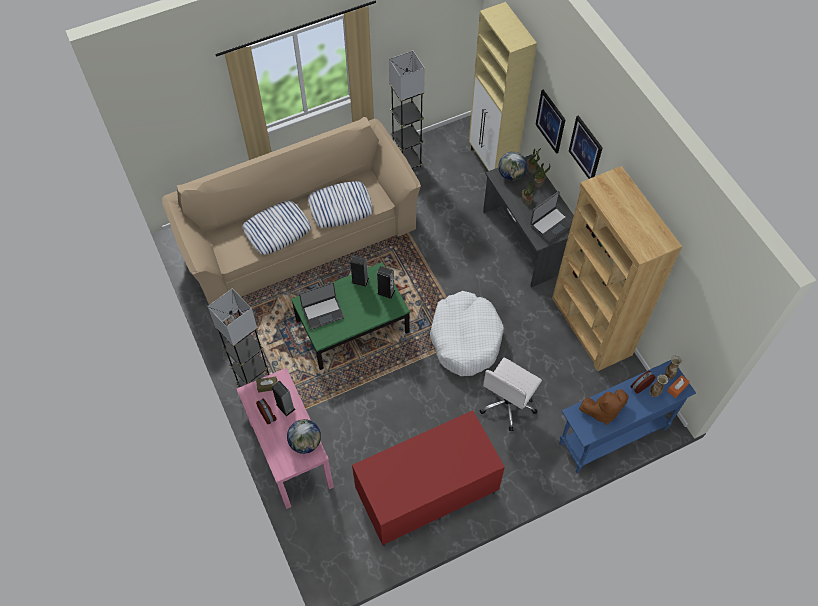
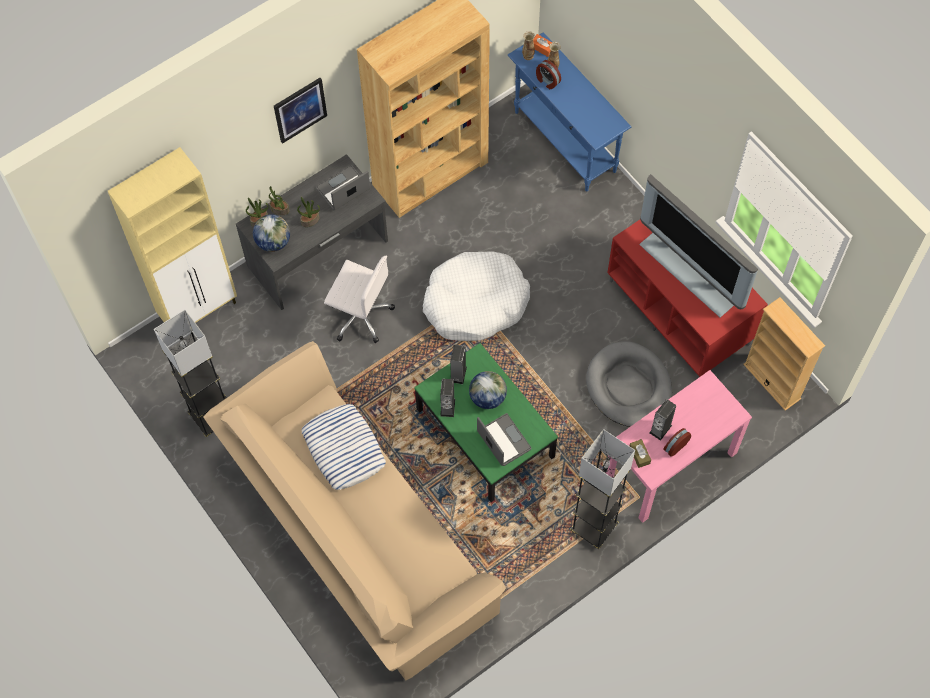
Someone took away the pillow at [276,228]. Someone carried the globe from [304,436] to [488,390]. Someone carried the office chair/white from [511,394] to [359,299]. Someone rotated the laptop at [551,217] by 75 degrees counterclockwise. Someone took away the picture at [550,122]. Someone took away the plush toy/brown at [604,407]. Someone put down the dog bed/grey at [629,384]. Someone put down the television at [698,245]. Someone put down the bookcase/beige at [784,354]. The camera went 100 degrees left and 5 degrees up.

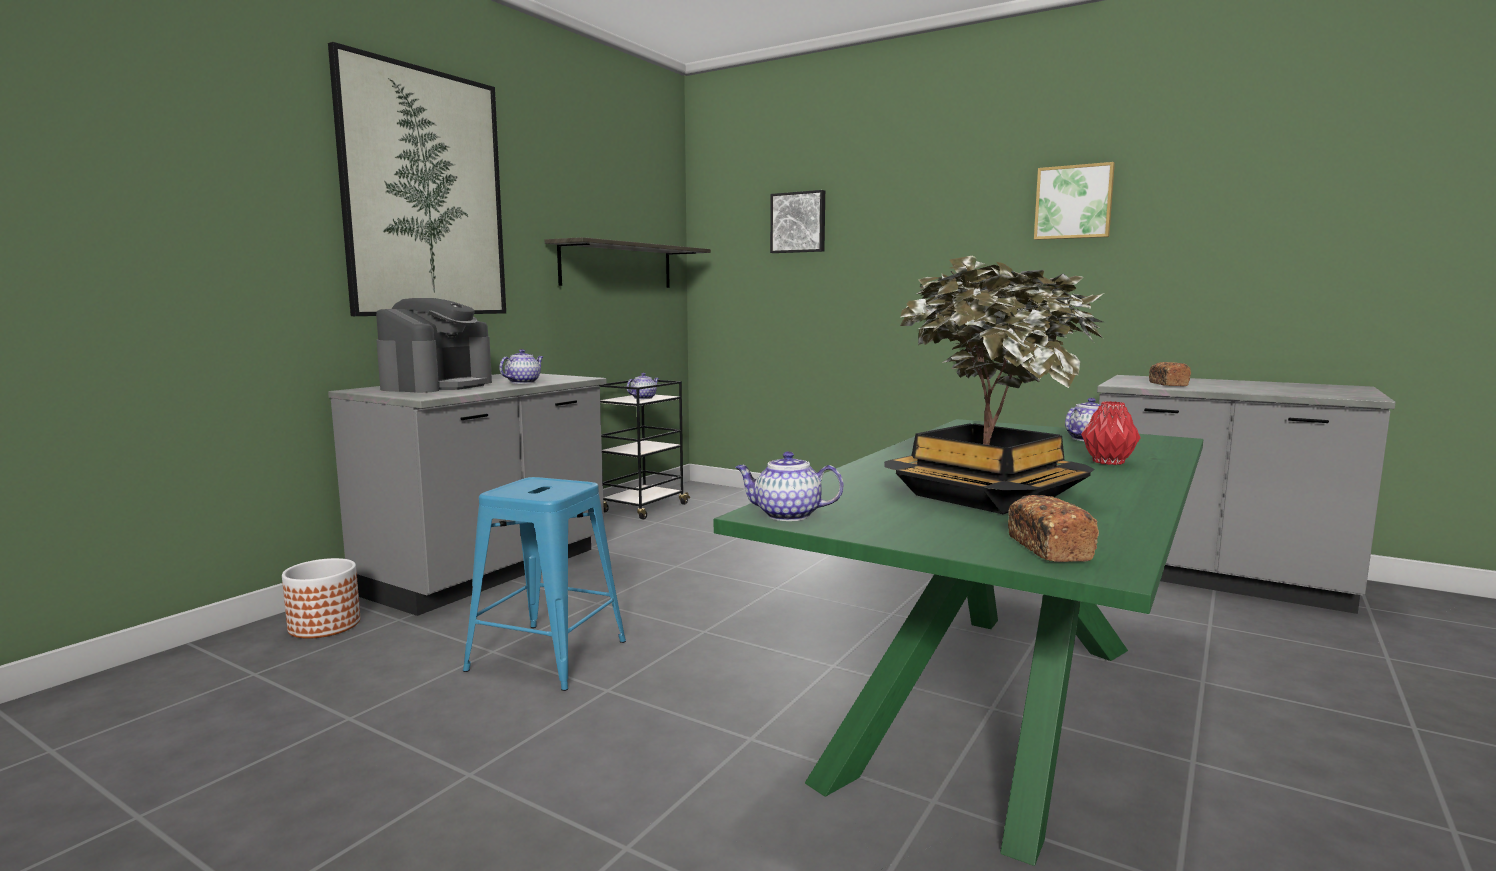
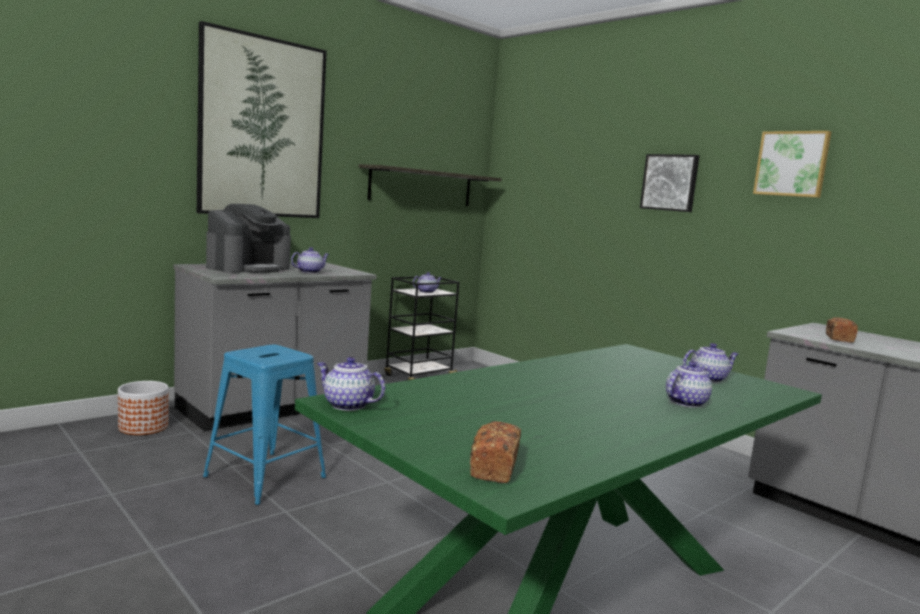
Someone carried the picture from [797,221] to [669,183]. Someone took away the potted plant at [994,385]. Someone swapped the vase/red at [1111,433] for the teapot at [689,384]. The camera went 15 degrees right and 0 degrees up.

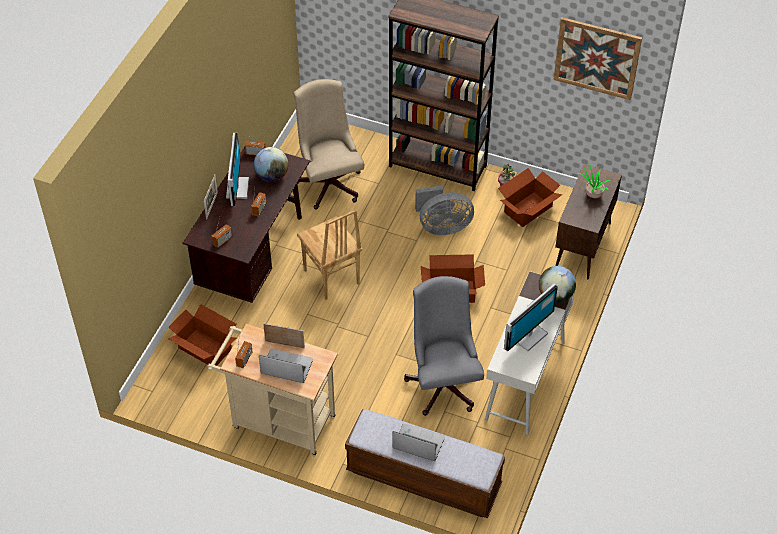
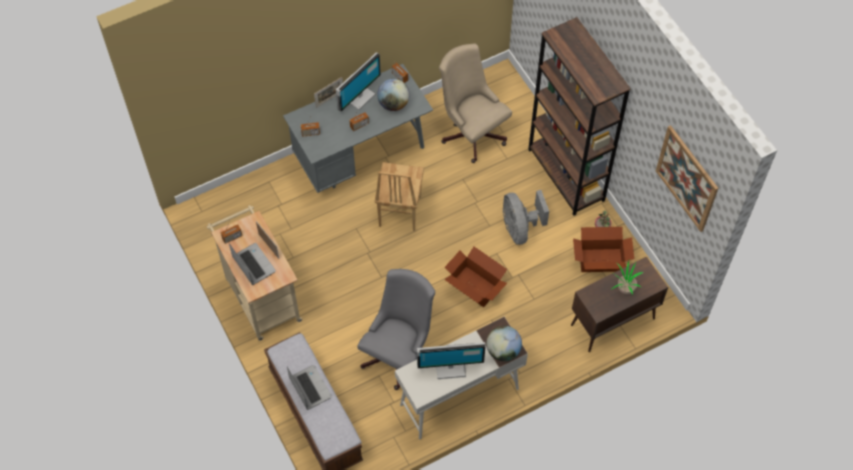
Someone took away the cardboard box at [202,335]. Someone repainted the desk/brown at [246,225], which became the desk/grey at [358,128]. Someone rotated the office chair/beige at [329,144] by 60 degrees counterclockwise. Someone rotated the fan/grey at [444,210] by 45 degrees clockwise. The camera went 40 degrees right and 10 degrees up.

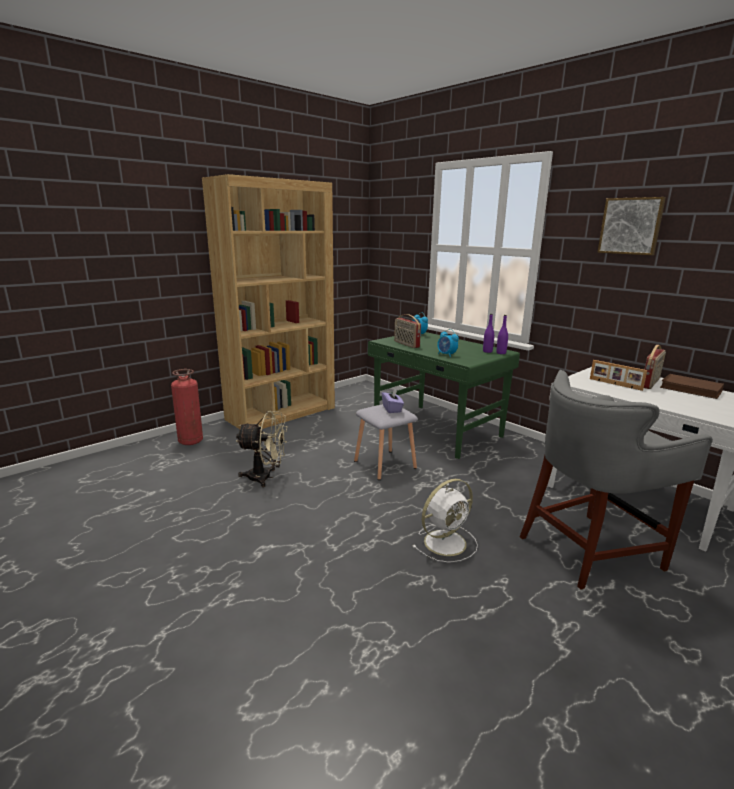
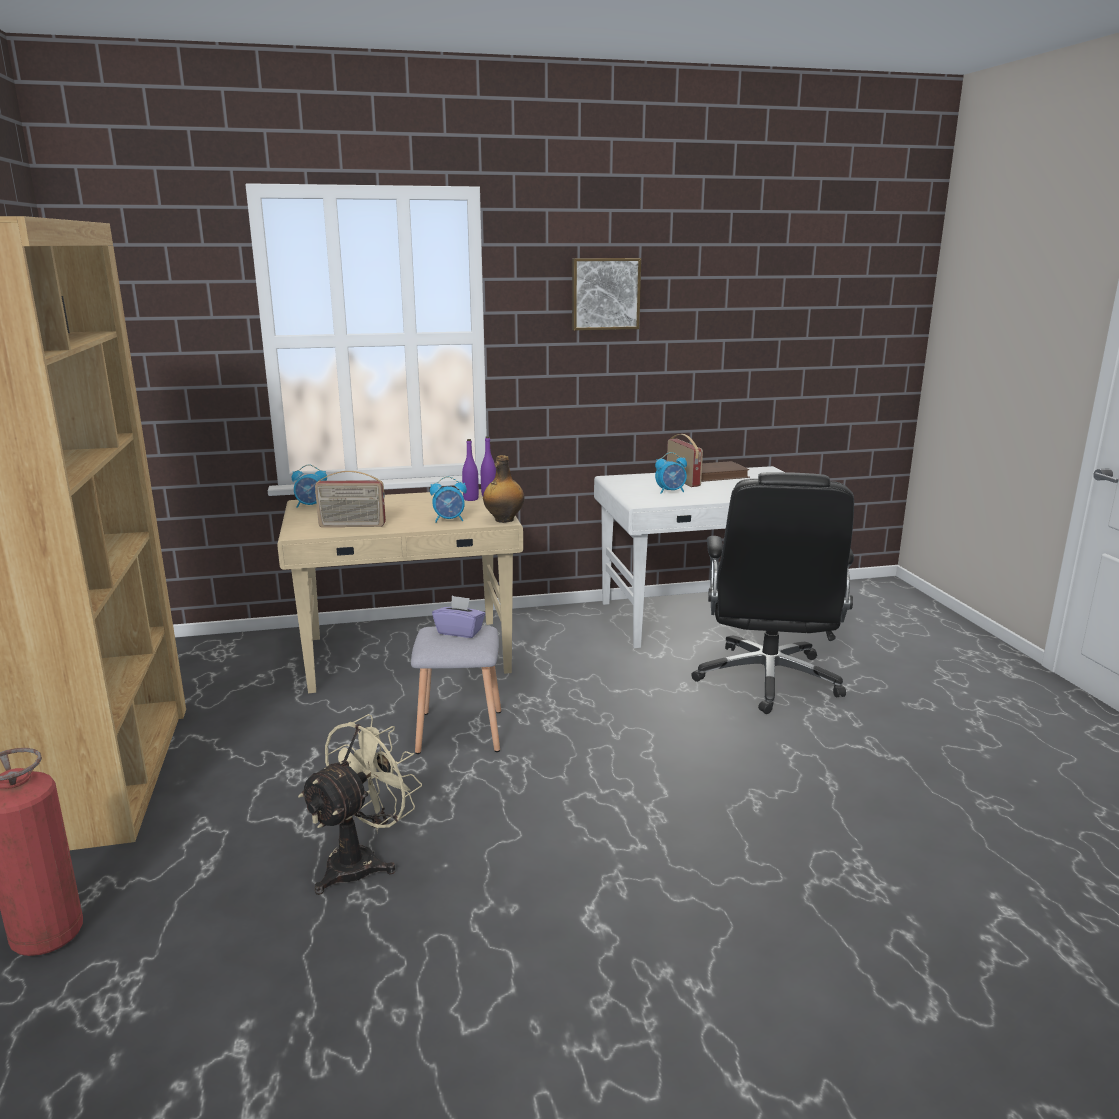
Someone repainted the desk/green at [444,395], which became the desk/beige at [400,591]. Someone took away the fan/white at [445,521]. Someone swapped the stool/grey at [616,480] for the office chair/black at [772,593]. Someone swapped the picture frame at [618,375] for the alarm clock at [671,473]. Someone put down the bottle at [503,489]. The camera went 60 degrees left and 0 degrees up.

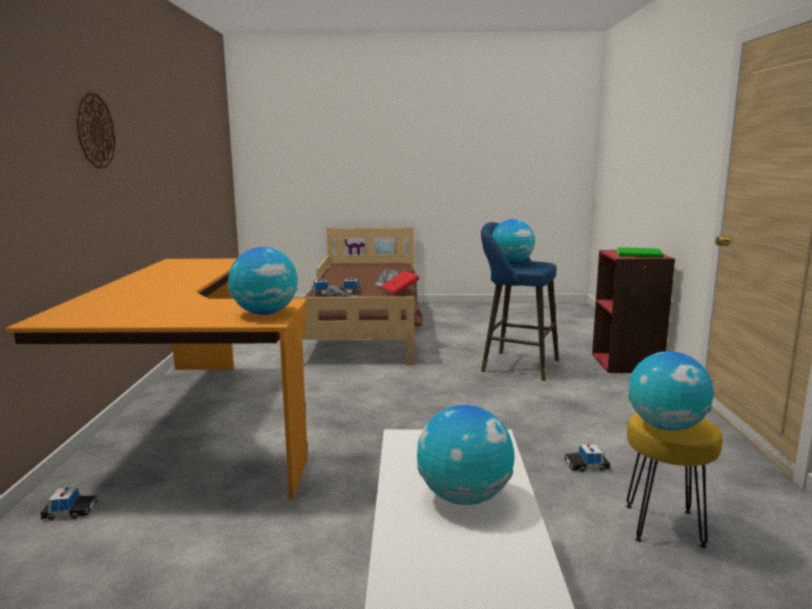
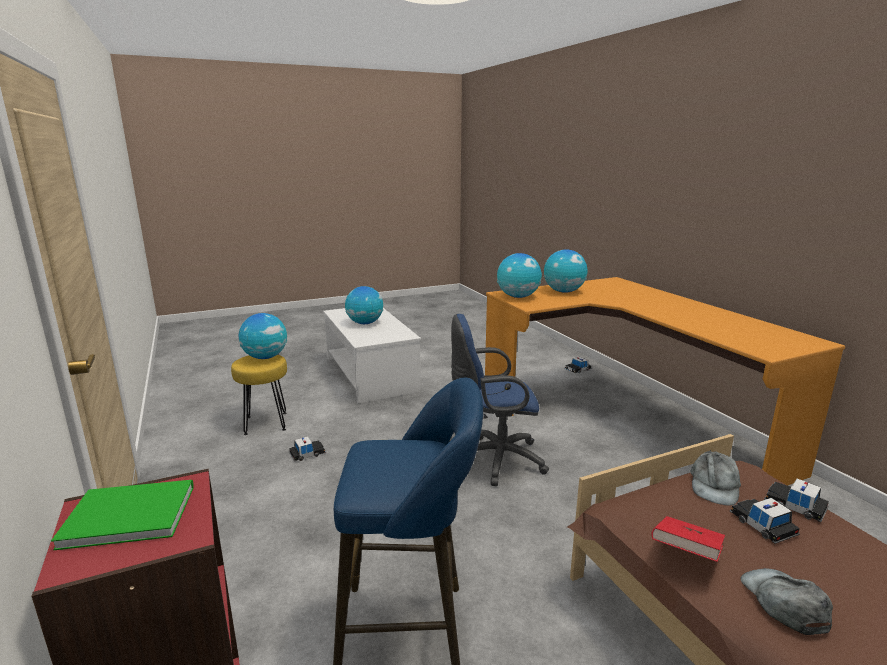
Someone took away the wall clock at [96,130]. Someone carried the globe from [513,241] to [566,271]. Someone put down the office chair/blue at [500,400]. The camera went 155 degrees right and 5 degrees up.

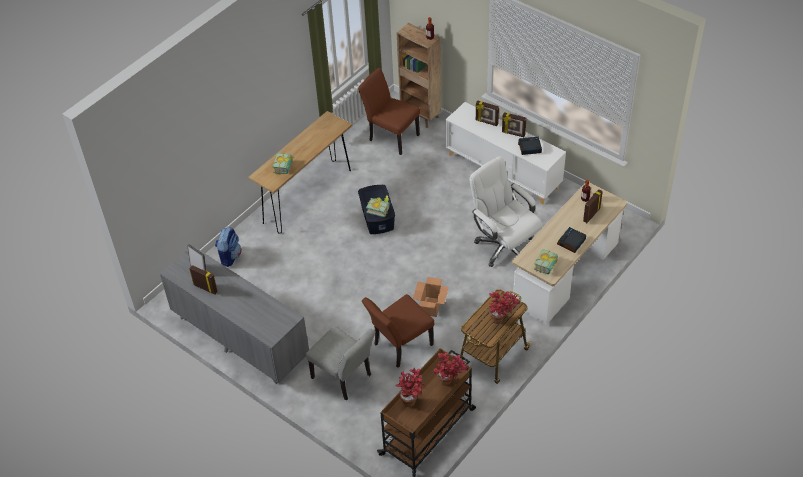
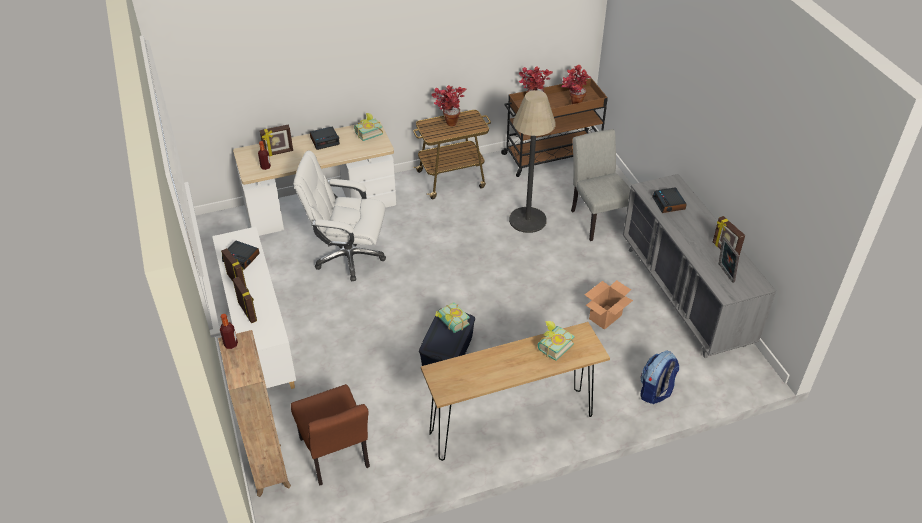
Someone swapped the chair/brown at [398,331] for the floor lamp at [532,161]. Someone carried the cardboard box from [431,297] to [609,305]. Someone rotated the office chair/white at [505,211] by 105 degrees clockwise. Someone put down the alarm clock at [669,200]. The camera went 150 degrees left and 5 degrees down.

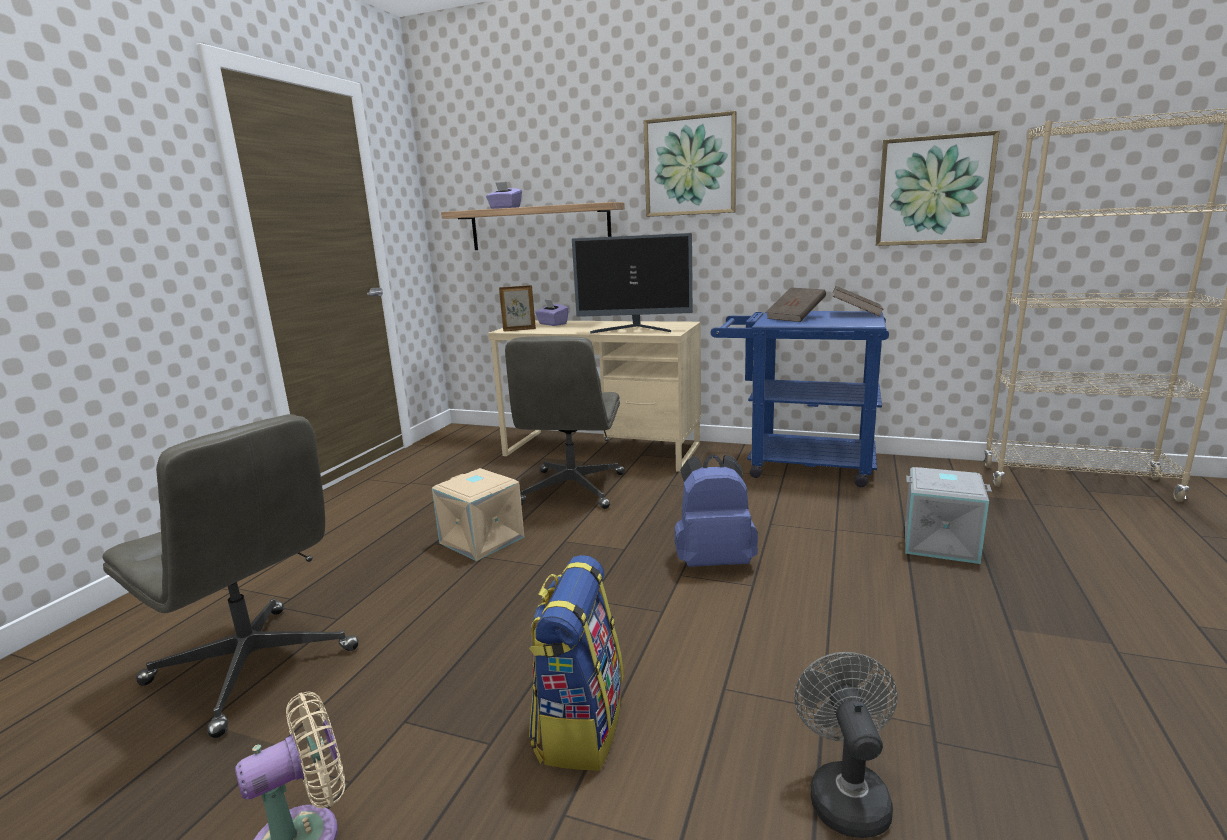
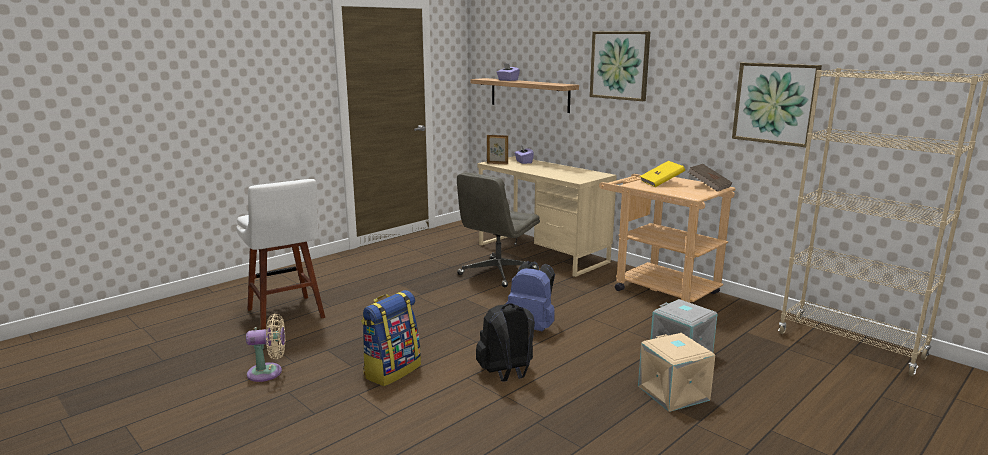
Someone swapped the office chair/grey at [231,576] for the stool/white at [280,254]. Someone carried the storage box/beige from [478,514] to [676,372]. Someone took away the monitor at [632,283]. Someone repainted the cart/blue at [800,399], which became the cart/beige at [667,238]. Someone repainted the book/brown at [796,305], which became the book/yellow at [662,174]. Someone took away the fan/grey at [846,745]. Someone put down the backpack/black at [505,342]. The camera went 25 degrees right and 0 degrees up.

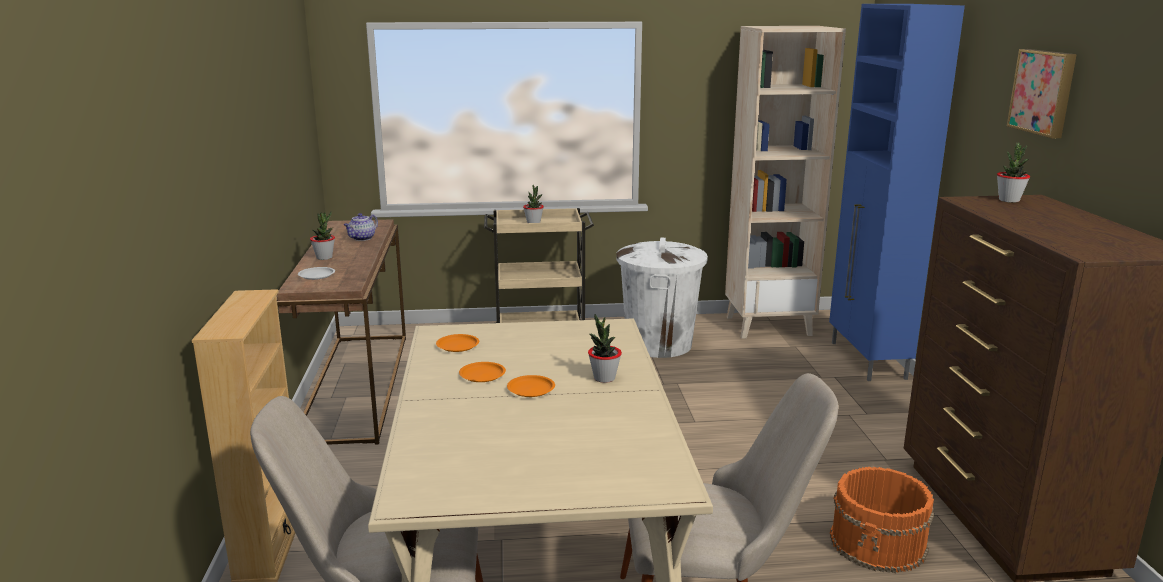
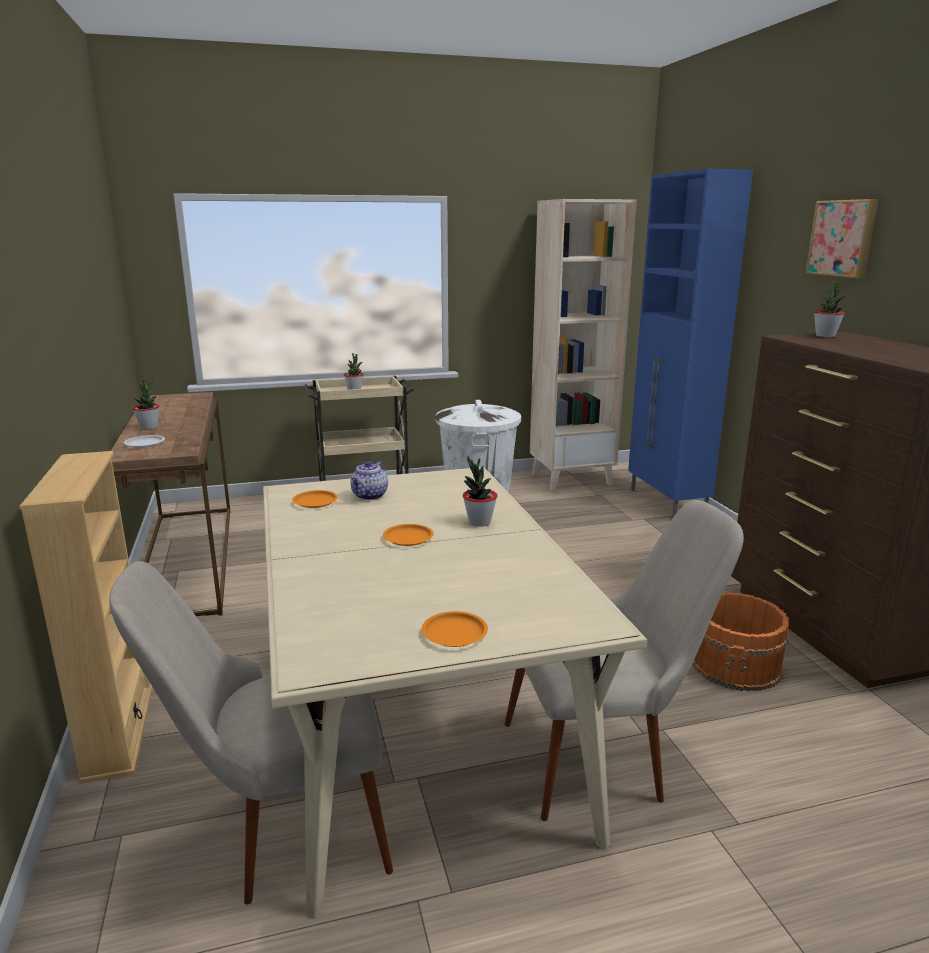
Someone carried the teapot from [361,227] to [369,480]. Someone carried the plate/orange from [482,372] to [455,629]. The camera went 10 degrees left and 0 degrees up.

